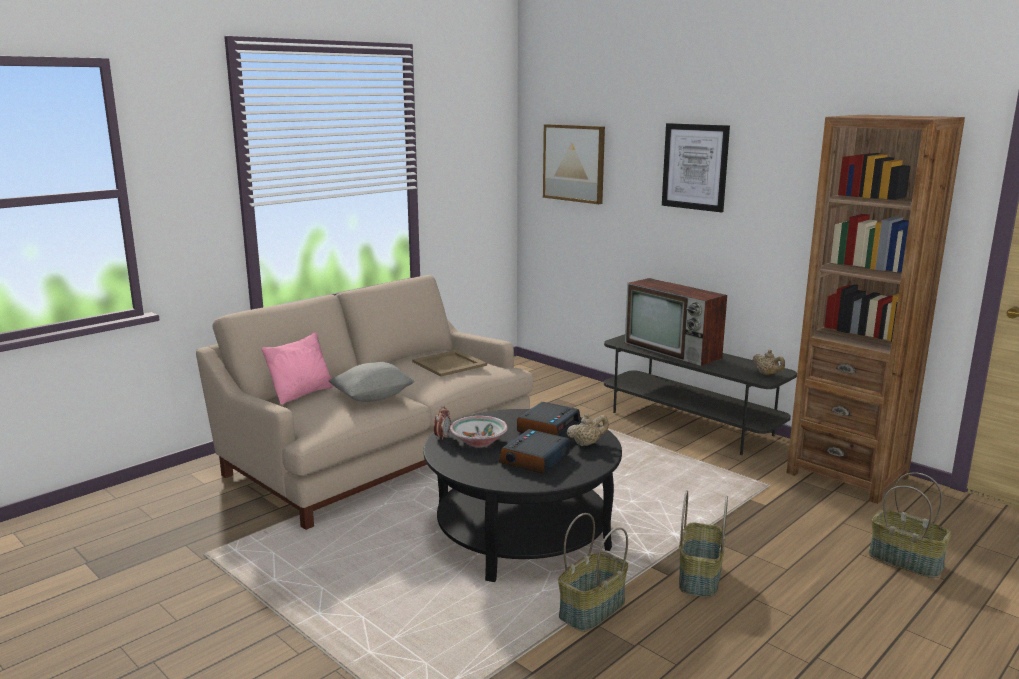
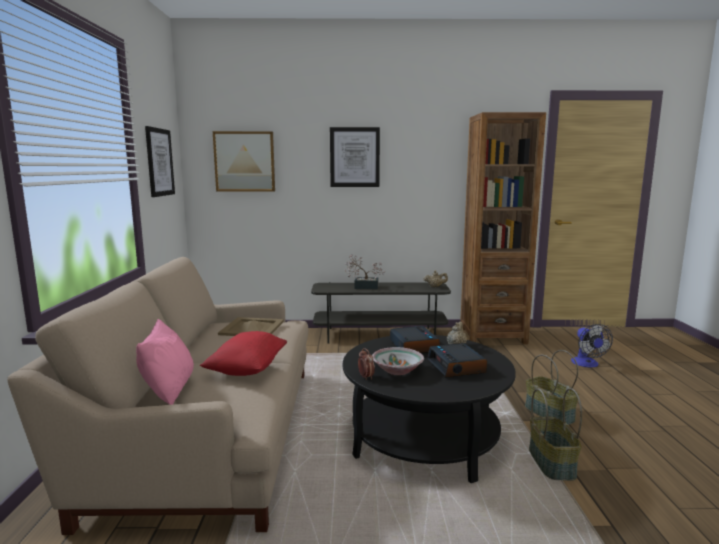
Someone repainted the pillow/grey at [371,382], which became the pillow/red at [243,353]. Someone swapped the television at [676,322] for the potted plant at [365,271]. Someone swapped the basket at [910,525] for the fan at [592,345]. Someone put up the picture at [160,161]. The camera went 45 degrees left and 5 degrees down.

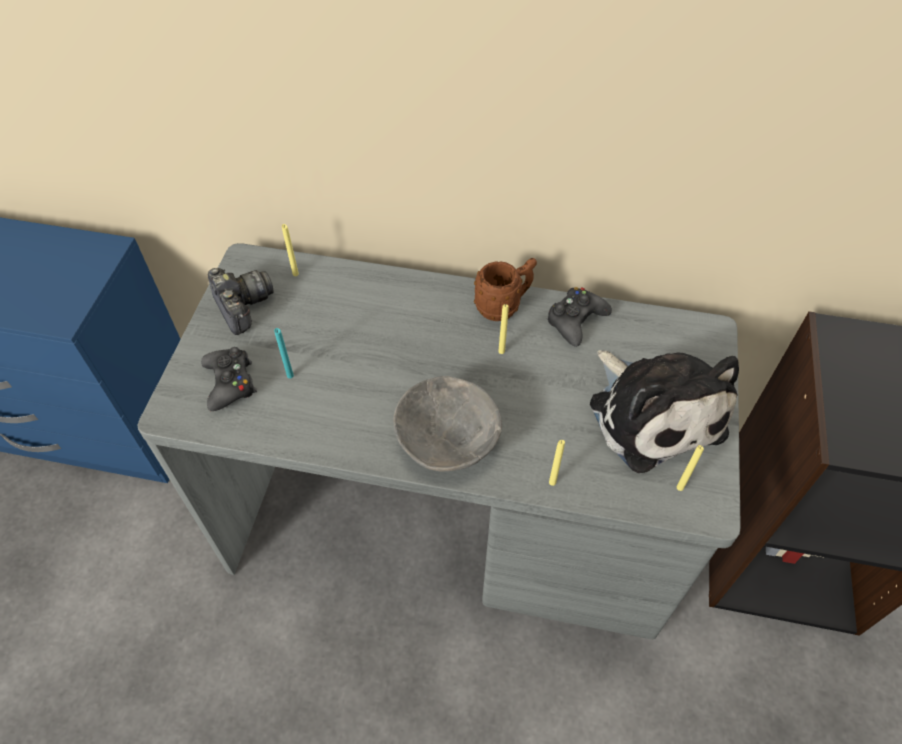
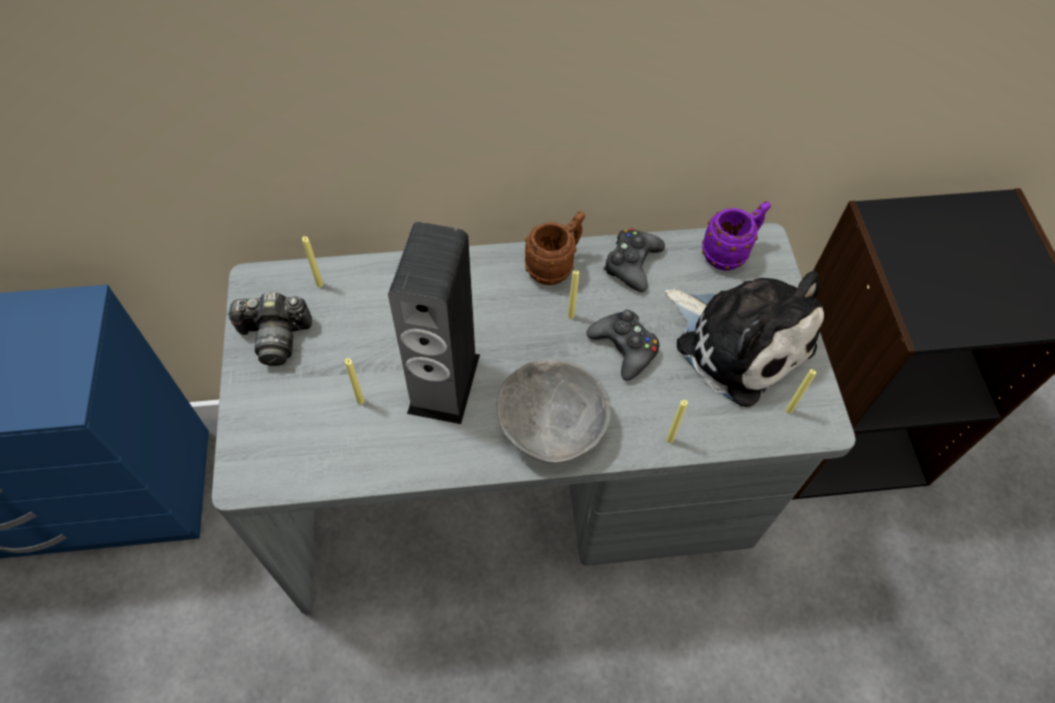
Someone carried the game controller/black from [229,379] to [623,345]. Someone rotated the photo camera at [241,301] by 135 degrees clockwise. Someone repainted the candle/turquoise at [284,353], which became the candle/yellow at [354,381]. Someone put down the speaker at [434,323]. Someone put down the mug/purple at [736,235]. The camera went 20 degrees left and 5 degrees up.

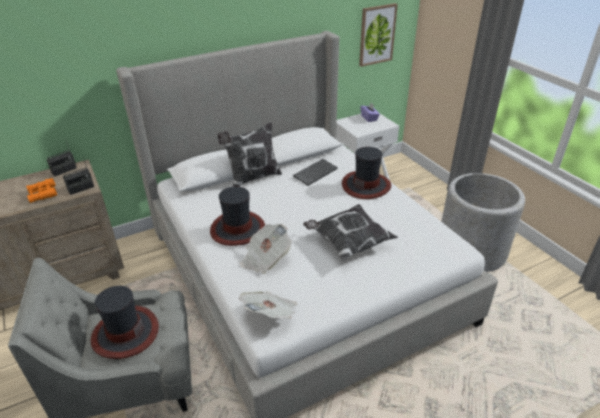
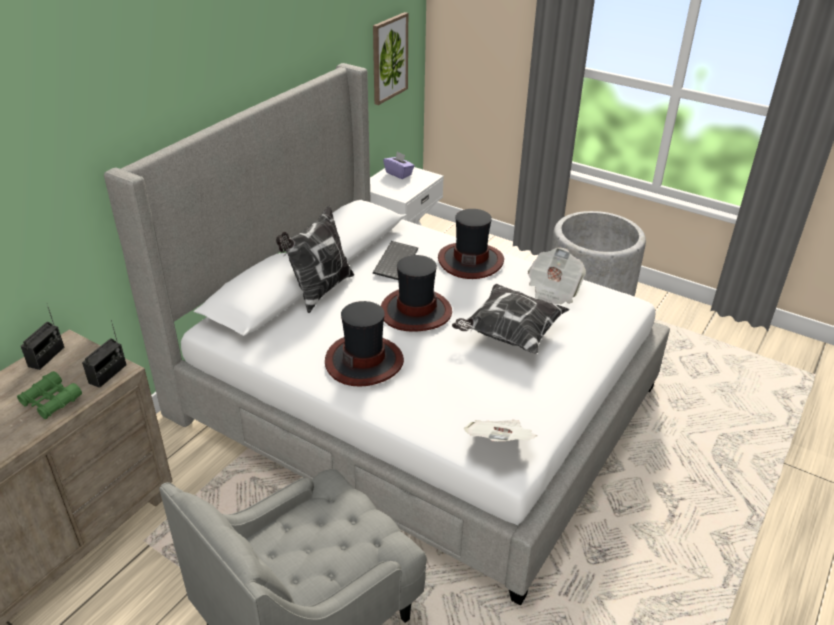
Someone repainted the binoculars/orange at [41,190], which became the binoculars/green at [49,395]. Someone carried the hat from [125,322] to [416,293]. Someone carried the newspaper from [265,249] to [557,275]. The camera went 30 degrees left and 0 degrees up.

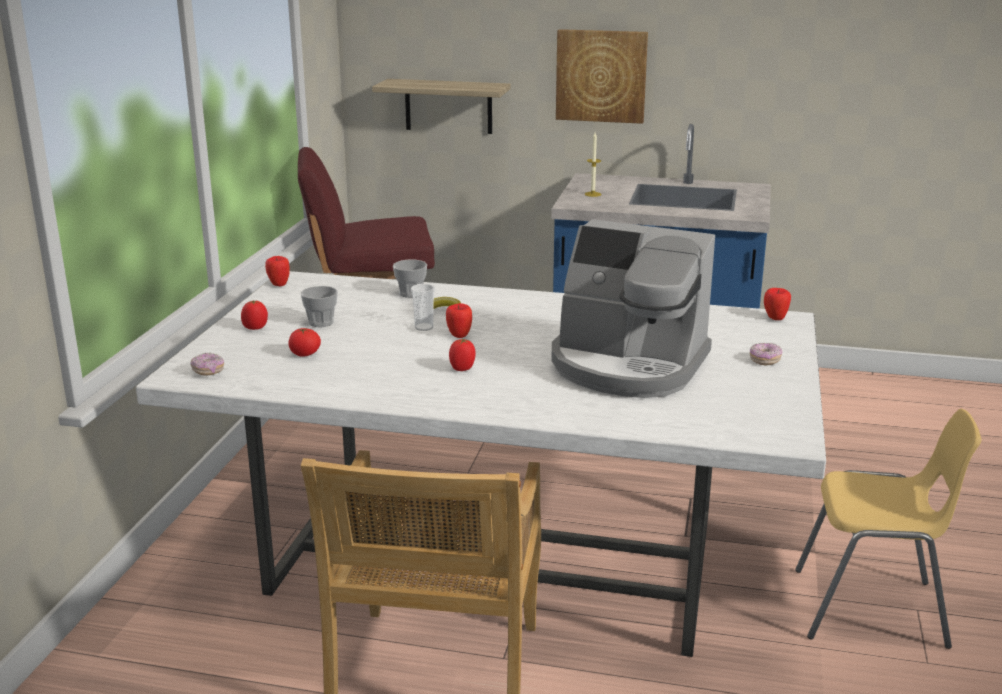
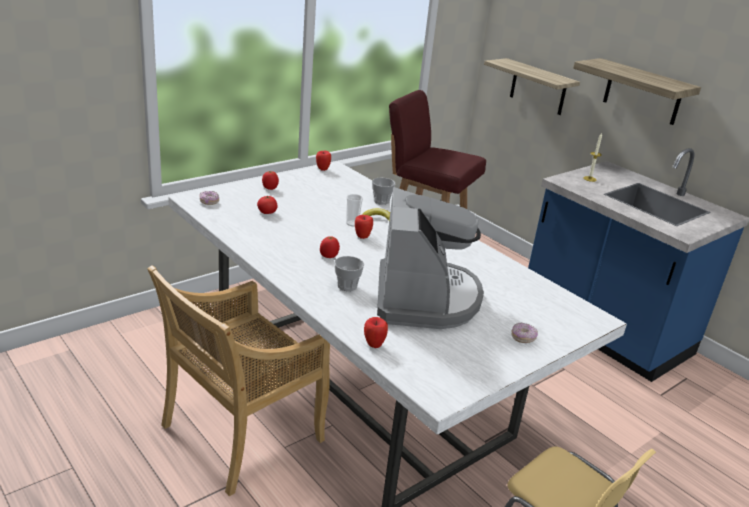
Someone carried the cup from [319,306] to [349,273]. Someone rotated the coffee machine at [633,308] by 150 degrees counterclockwise. Someone swapped the picture at [602,76] for the shelf at [637,91]. Someone carried the apple from [777,304] to [376,332]. The camera went 35 degrees right and 5 degrees up.

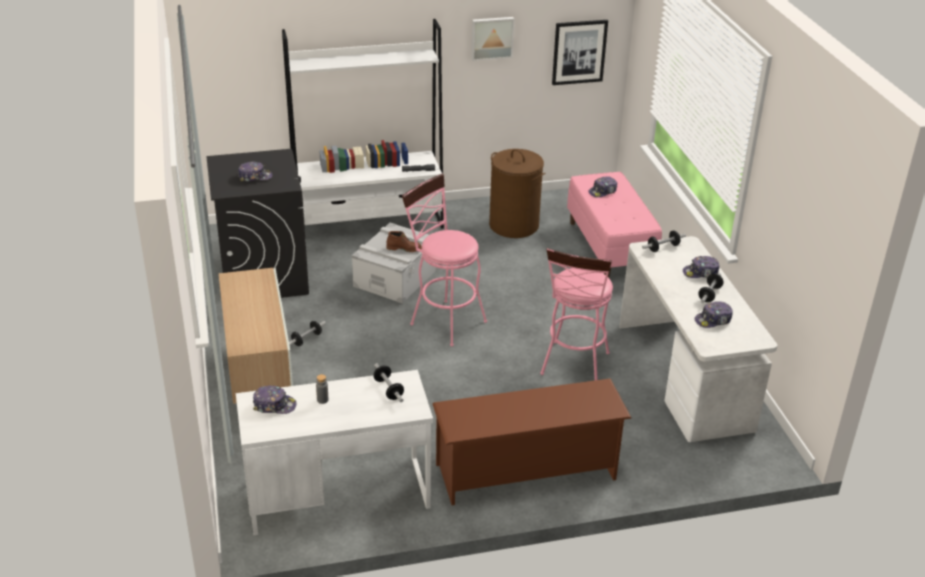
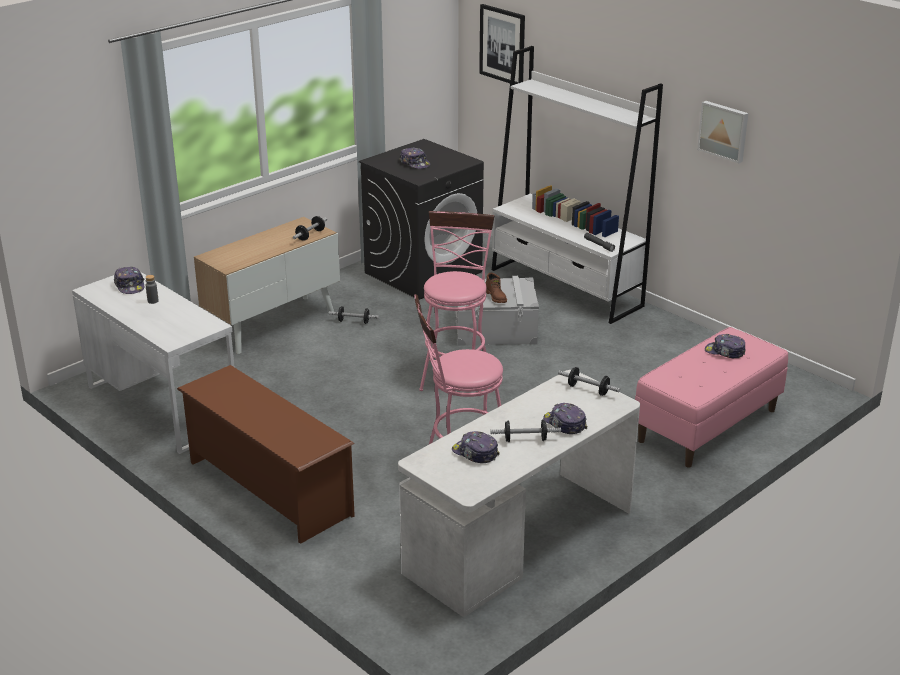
Someone carried the dumbbell from [388,382] to [310,228]. Someone took away the laundry basket/brown at [517,193]. Someone carried the picture from [580,52] to [502,44]. The camera went 60 degrees right and 5 degrees down.

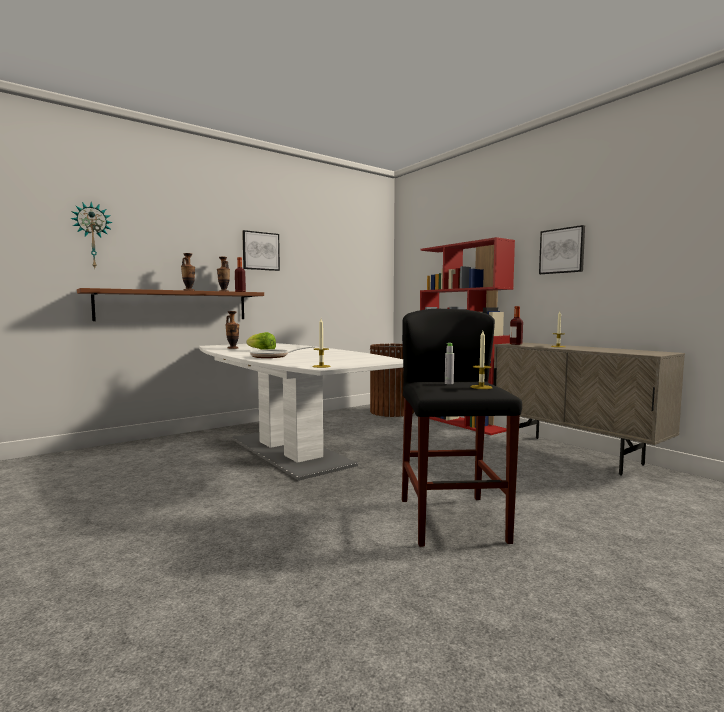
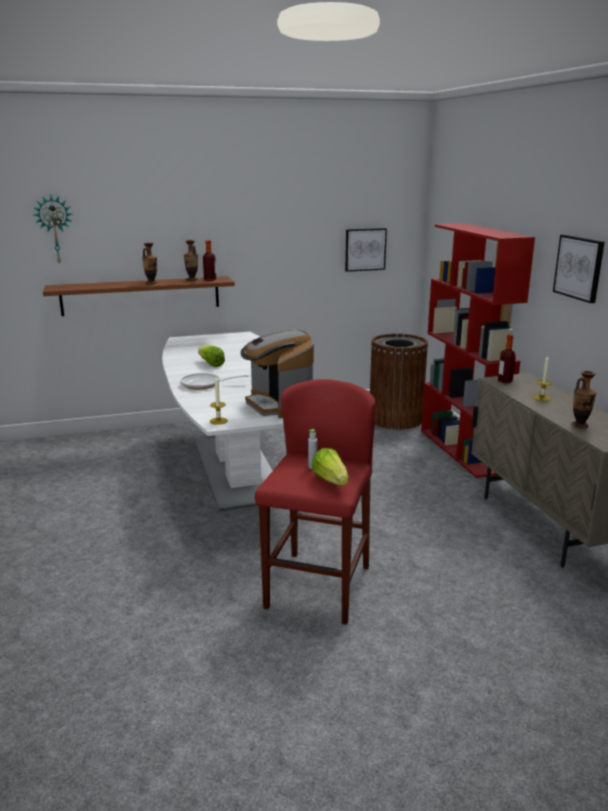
Someone carried the vase from [232,330] to [583,400]. Someone carried the picture from [261,250] to [366,250]. Someone repainted the stool/black at [462,428], which became the stool/red at [315,502]. Someone swapped the candle at [481,360] for the lettuce at [330,466]. Someone put down the coffee machine at [277,374]. The camera went 20 degrees right and 15 degrees up.

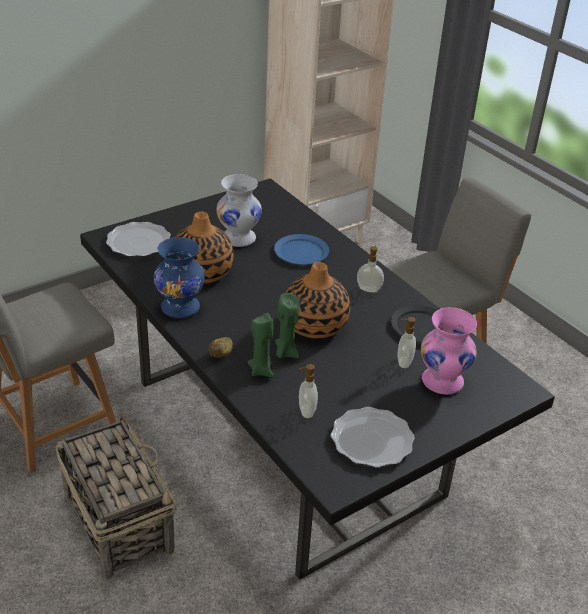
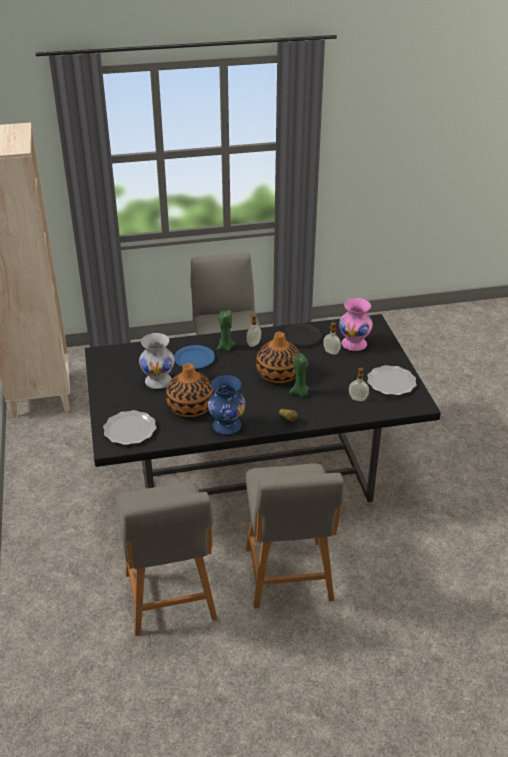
Someone swapped the basket at [116,496] for the chair/grey at [294,535]. Someone carried the candle/green from [260,345] to [226,330]. The camera went 65 degrees left and 0 degrees up.

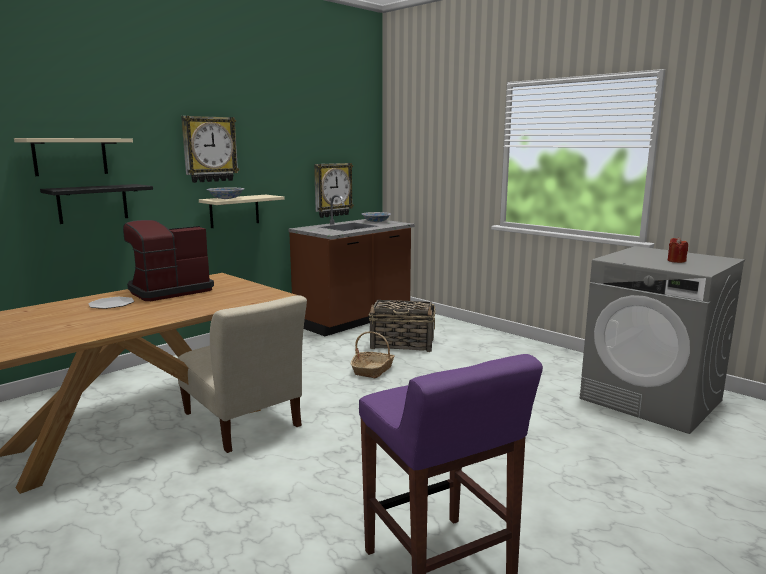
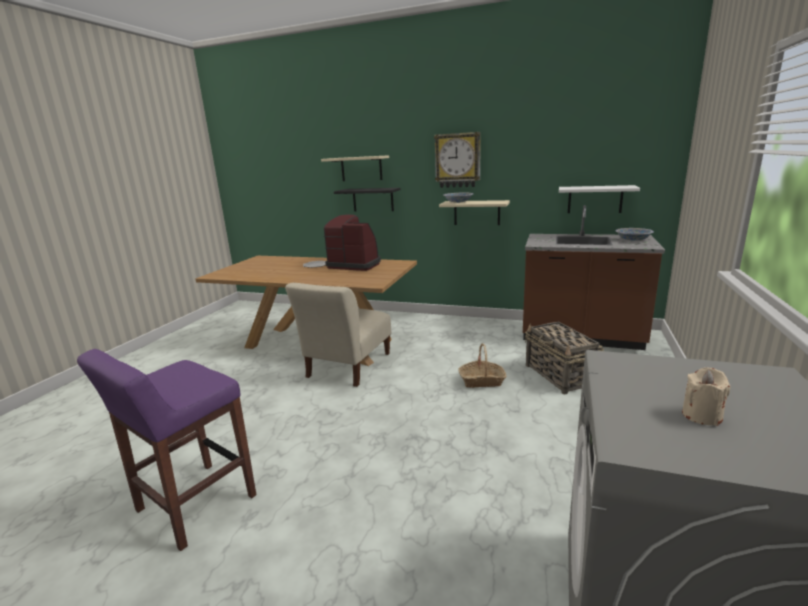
Someone swapped the wall clock at [334,190] for the shelf/white at [599,199]. Someone repainted the candle/red at [678,250], which became the candle/beige at [706,396]. The camera went 65 degrees right and 5 degrees up.

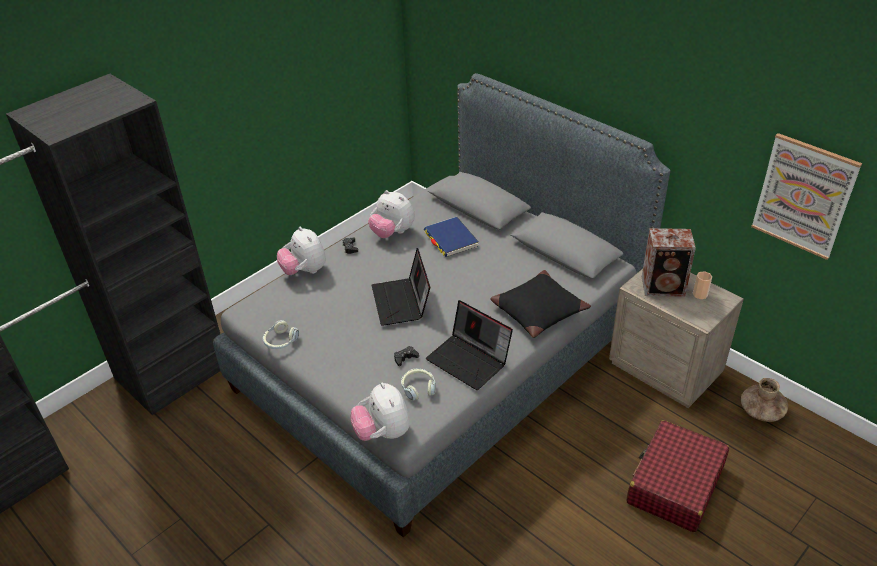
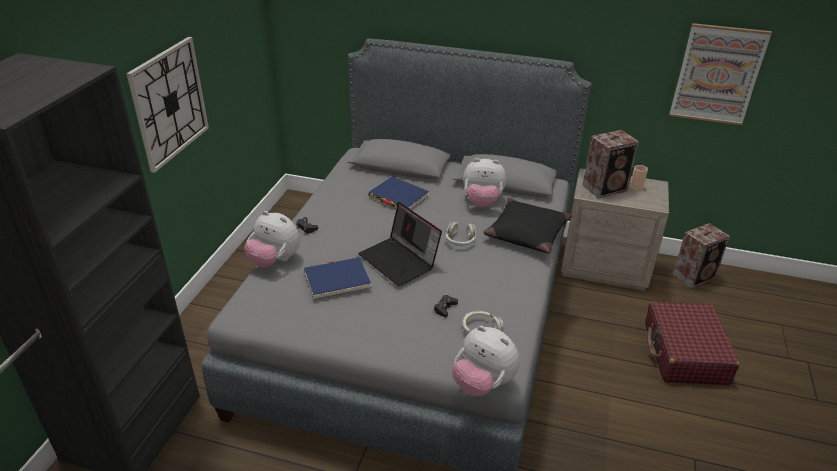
Someone carried the headphones from [281,334] to [461,234]. Someone carried the plush toy from [391,214] to [485,182]. Someone took away the laptop at [469,345]. Someone swapped the vase/brown at [764,400] for the speaker at [701,255]. Someone put up the wall clock at [167,105]. Someone put down the book/blue at [337,278]. The camera went 30 degrees left and 5 degrees down.

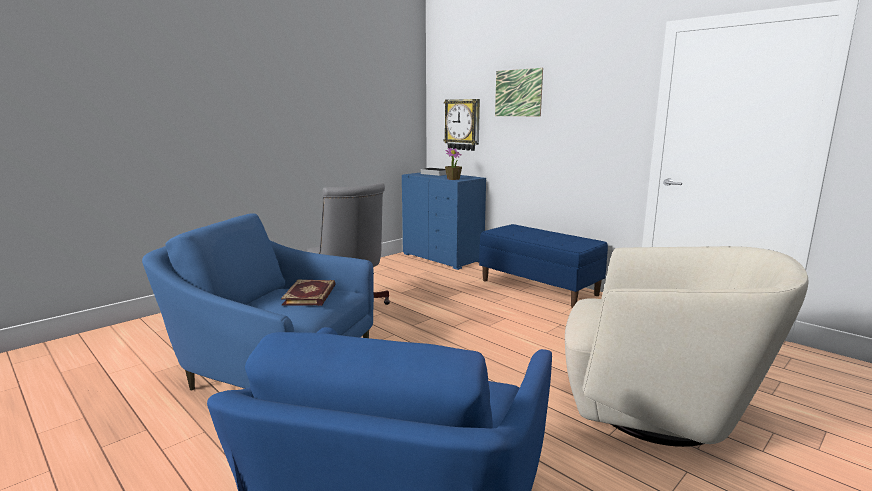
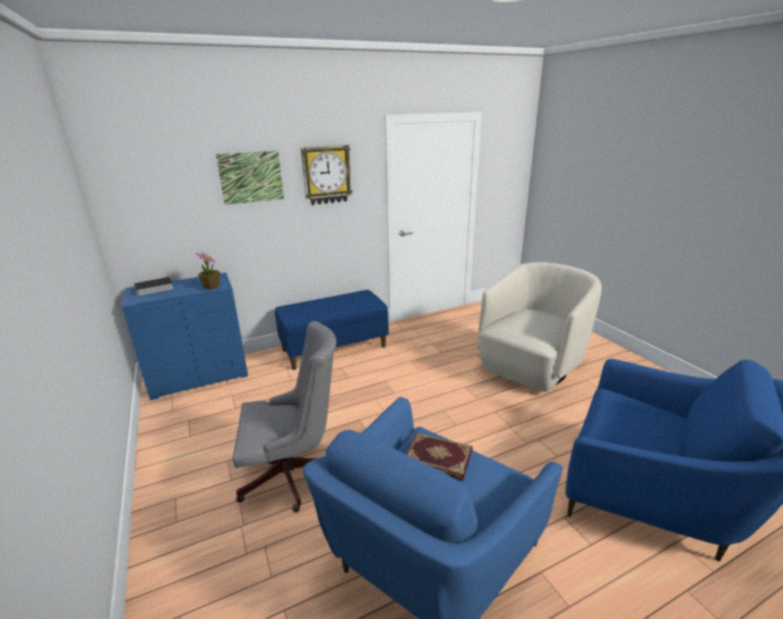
Someone carried the wall clock from [462,125] to [327,175]. The camera went 70 degrees left and 10 degrees up.

